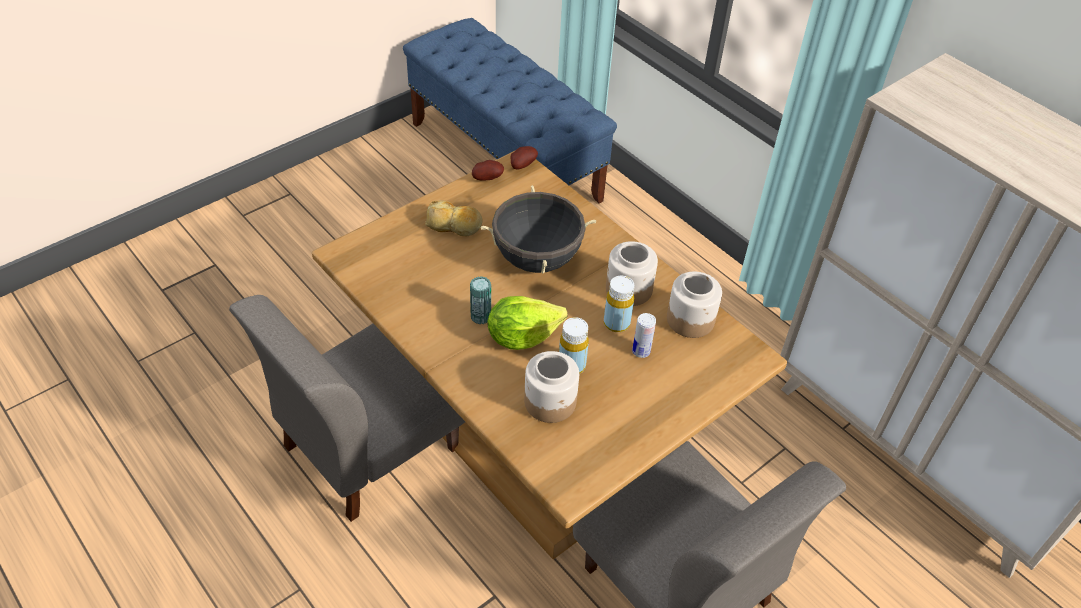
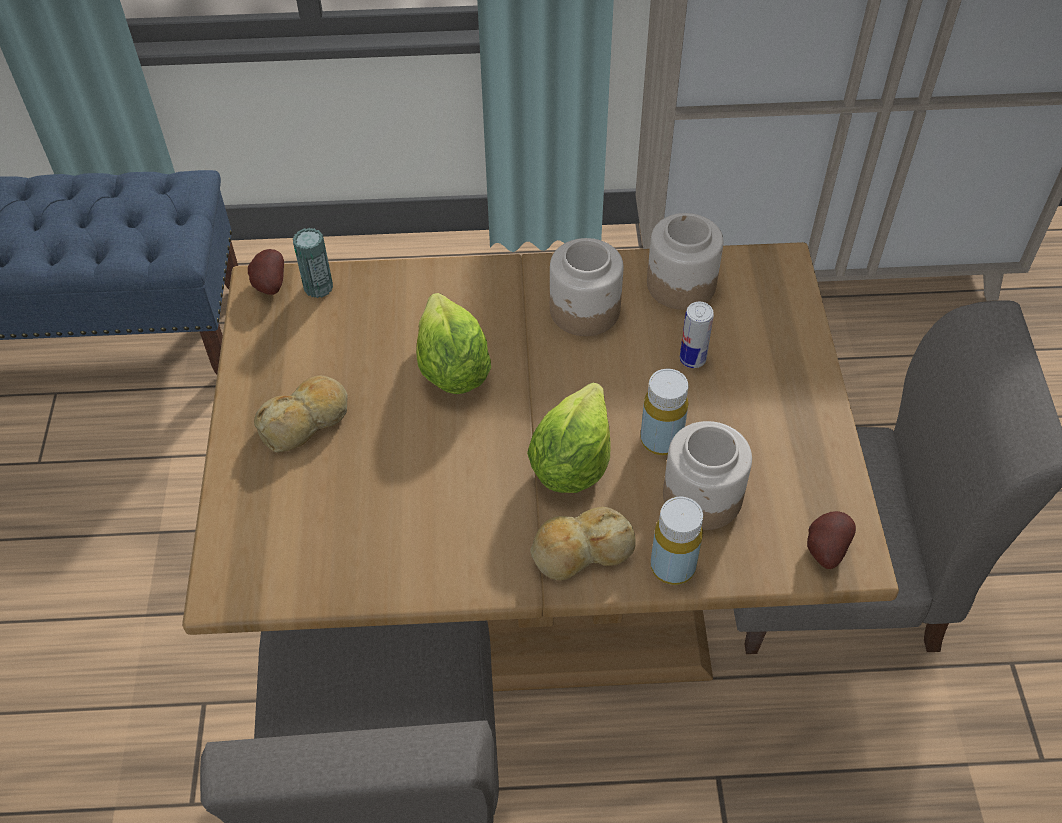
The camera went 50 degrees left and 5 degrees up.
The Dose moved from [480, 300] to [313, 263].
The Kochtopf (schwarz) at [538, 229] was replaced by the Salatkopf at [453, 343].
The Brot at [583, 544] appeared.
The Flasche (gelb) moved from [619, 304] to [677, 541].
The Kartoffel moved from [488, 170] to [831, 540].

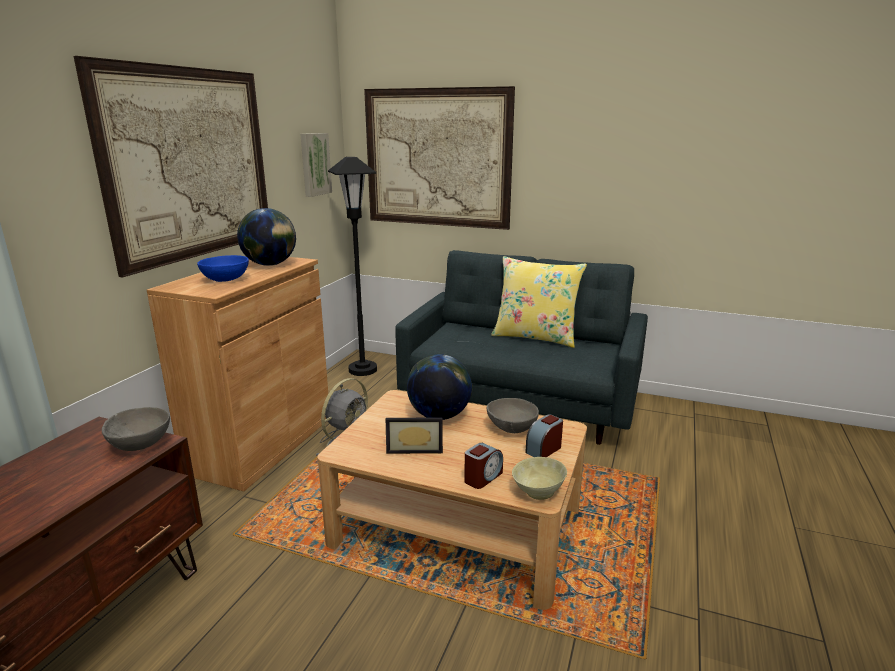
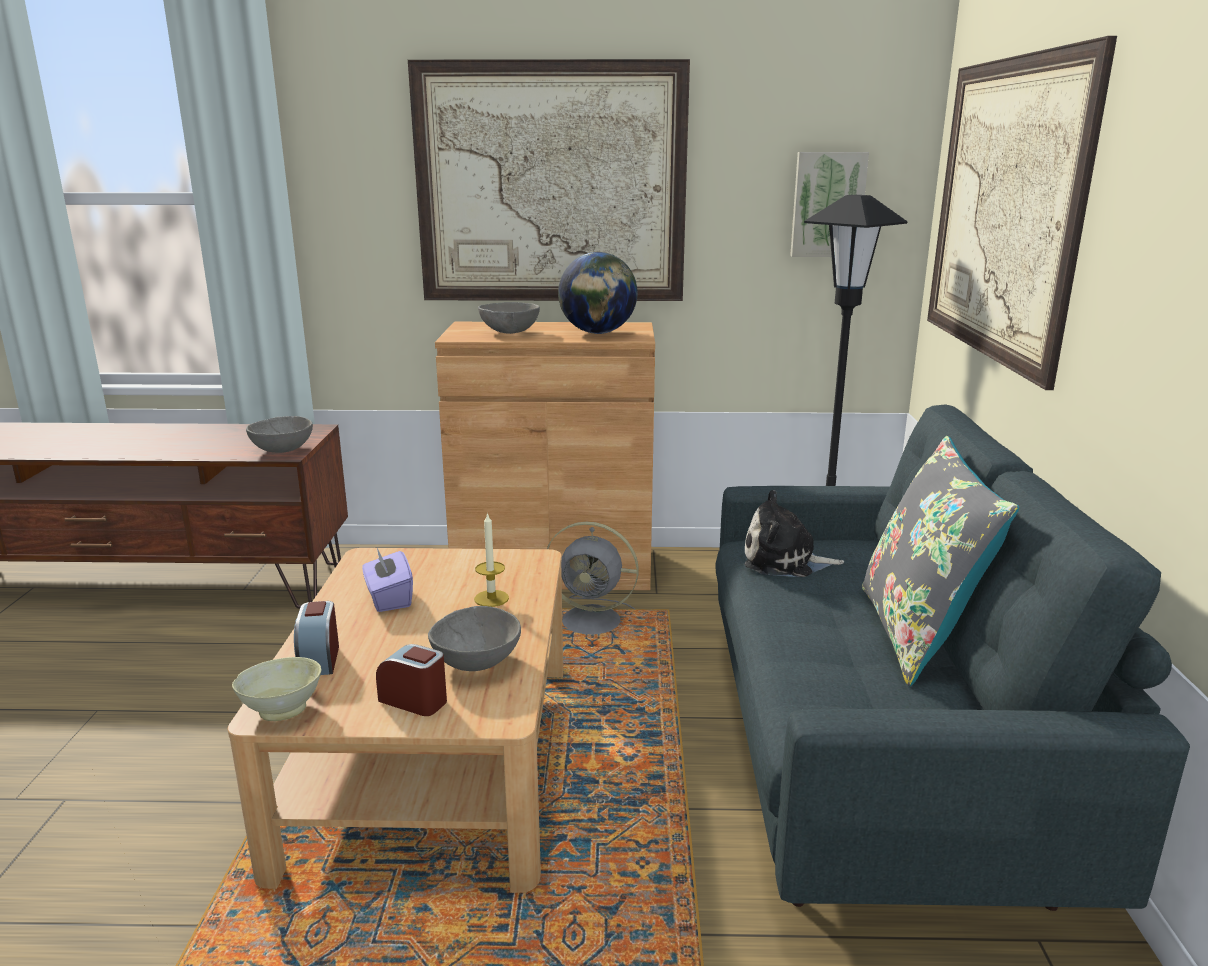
The camera went 70 degrees right and 0 degrees up.
The Wecker at [483, 466] turned 60 degrees clockwise.
The Bilderrahmen at [414, 435] was replaced by the Taschentuchbox (lila) at [387, 580].
The Globus at [439, 387] was replaced by the Kerze at [491, 559].
The Schüssel (blau) at [223, 268] became the Schüssel (grau) at [509, 318].
The Plüschtier at [794, 533] appeared.
The Kissen (gelb) at [539, 302] became the Kissen (grau) at [940, 561].

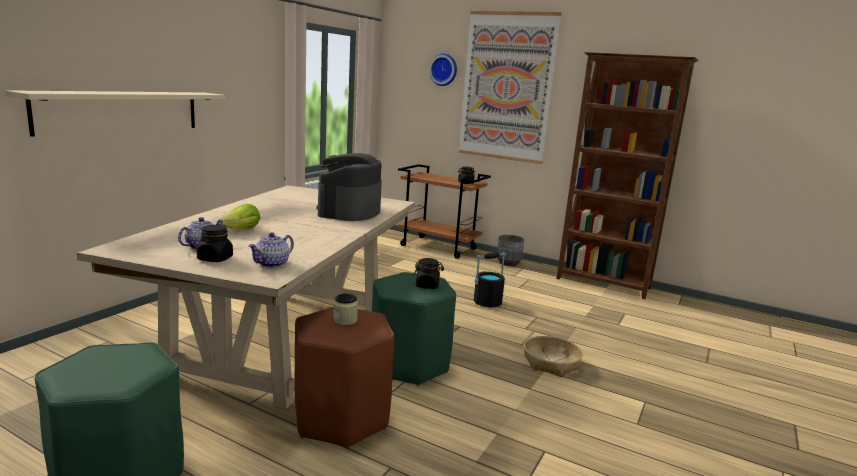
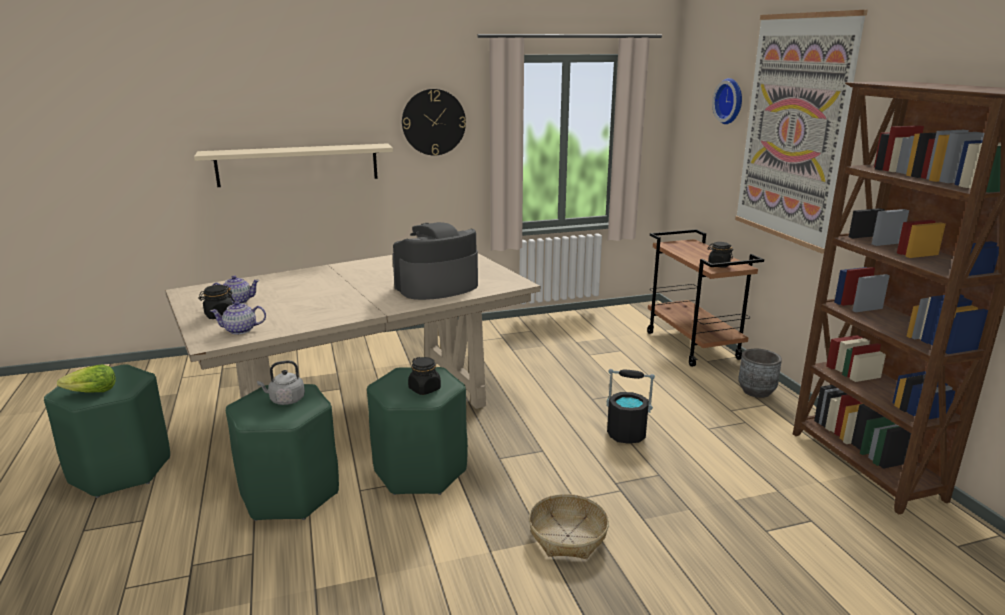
The camera went 45 degrees right and 5 degrees up.
The Salatkopf moved from [239, 216] to [86, 378].
The Hocker (braun) at [344, 377] became the Hocker (grün) at [282, 452].
The Vorratsglas at [345, 309] was replaced by the Wasserkessel (grau) at [281, 383].
The Wanduhr at [434, 122] appeared.

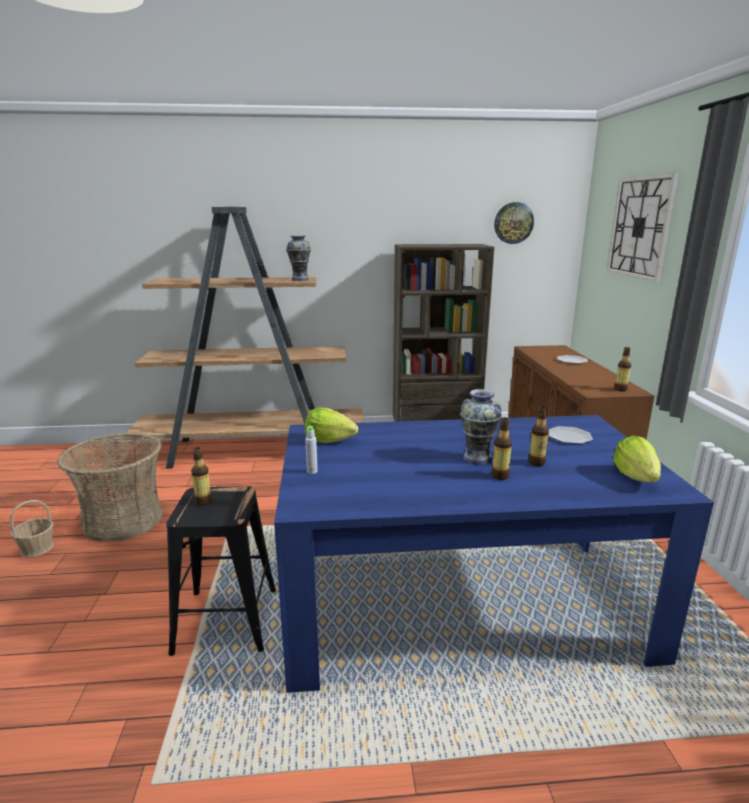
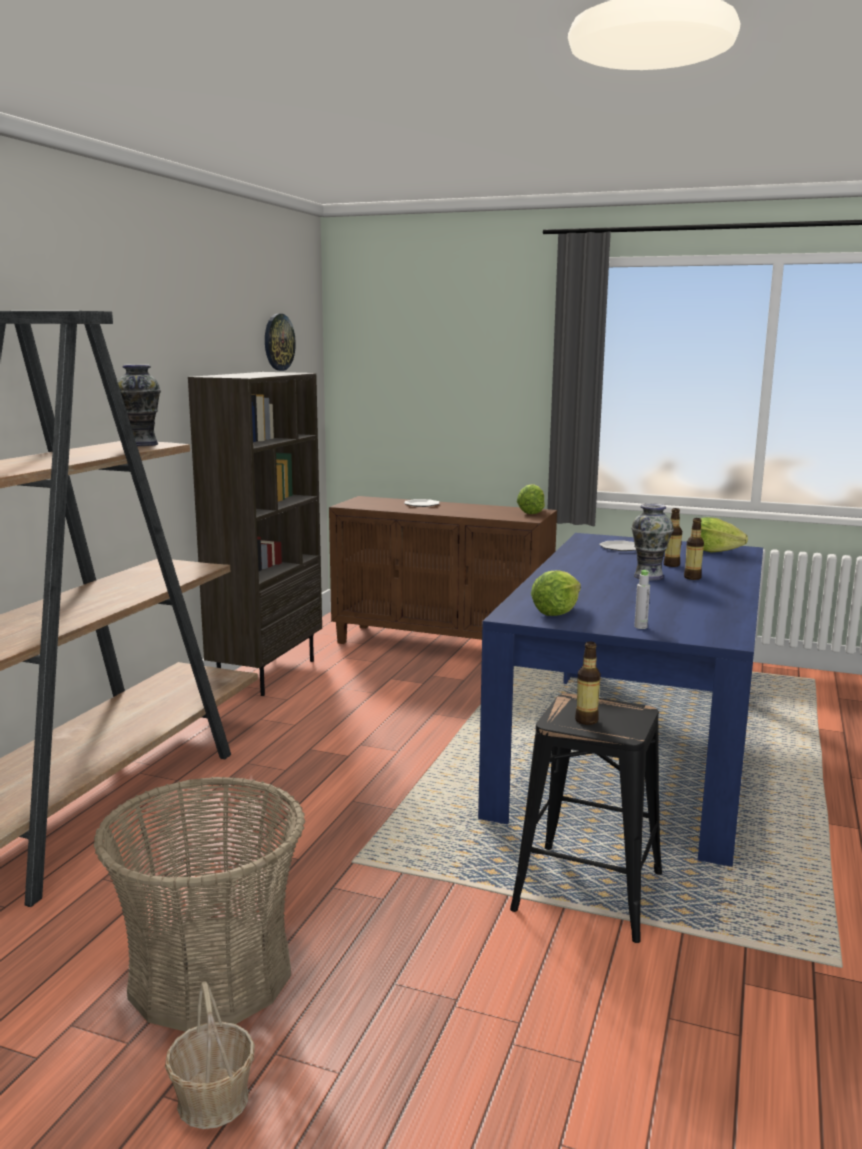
The camera went 65 degrees left and 5 degrees down.
The Flasche at [622, 369] was replaced by the Salatkopf at [531, 499].
The Wanduhr at [643, 227] disappeared.

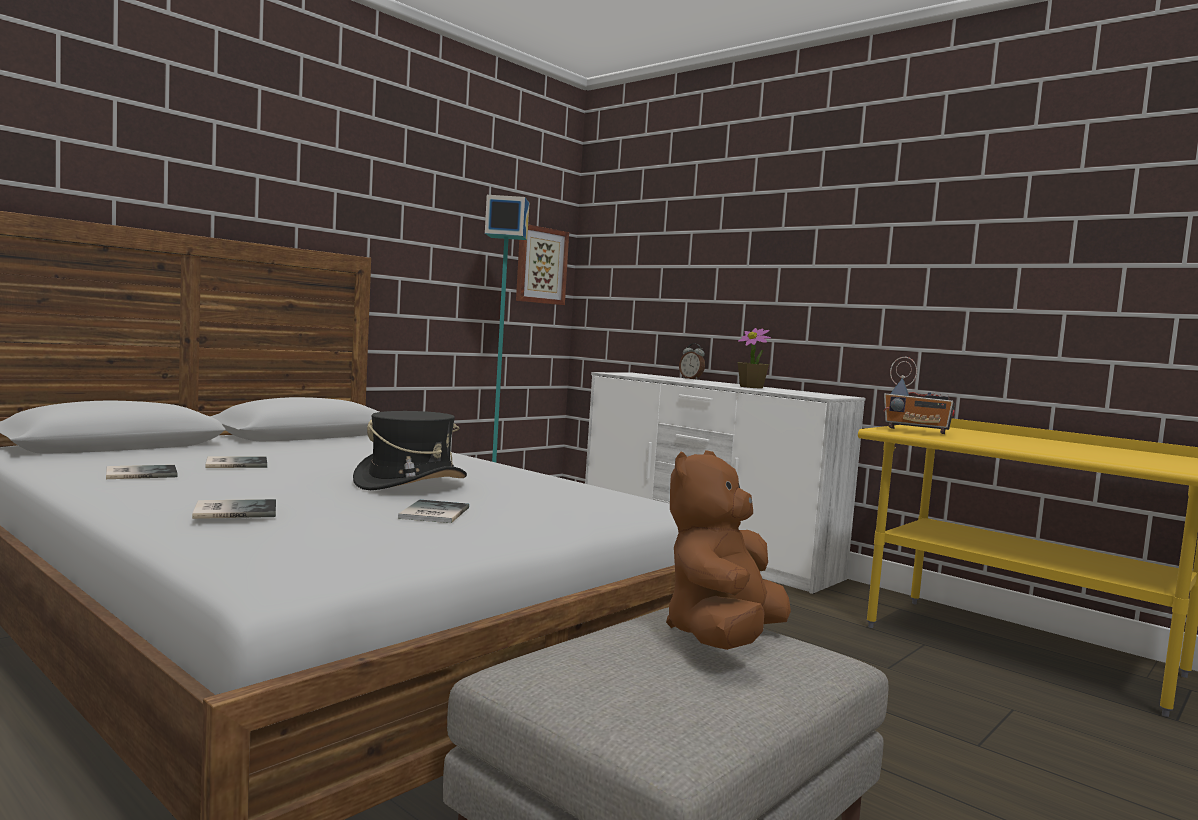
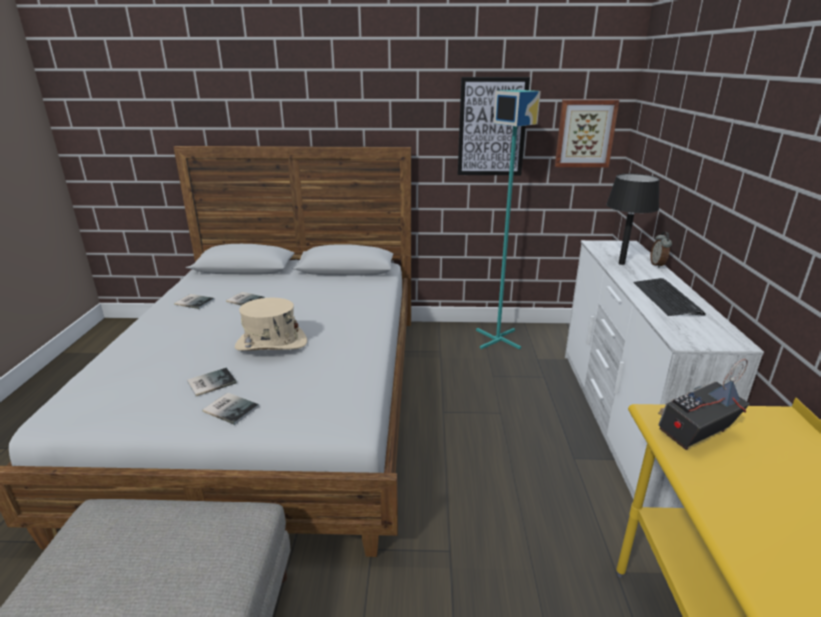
The camera went 50 degrees right and 20 degrees up.
The Buch moved from [234, 509] to [230, 409].
The Hut (schwarz) at [410, 450] became the Hut (beige) at [271, 324].
The Bild at [494, 126] appeared.
The Tischlampe (schwarz) at [633, 219] appeared.
The Topfpflanze at [754, 358] was replaced by the Tastatur at [670, 297].
The Radio at [919, 395] turned 75 degrees clockwise.
The Plüschtier (braun) at [728, 550] disappeared.

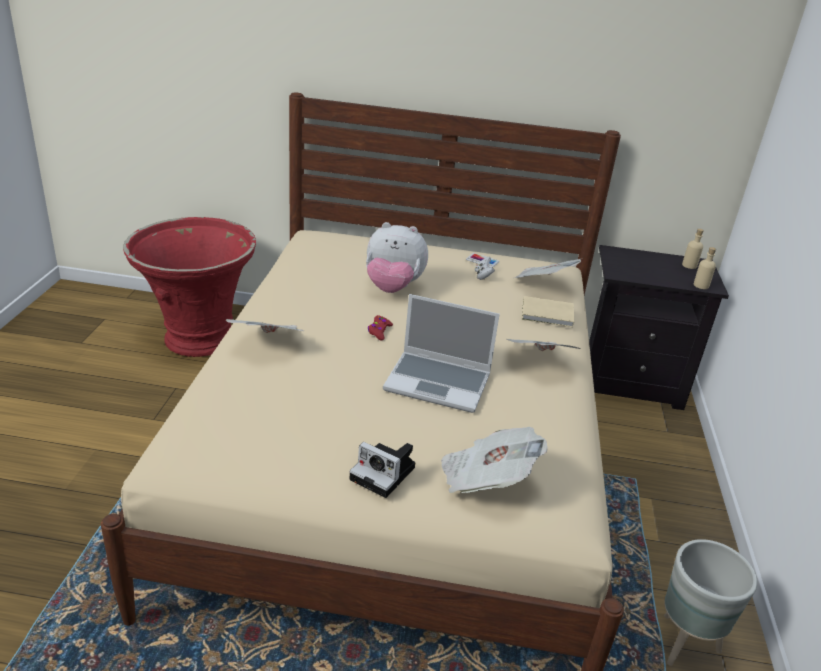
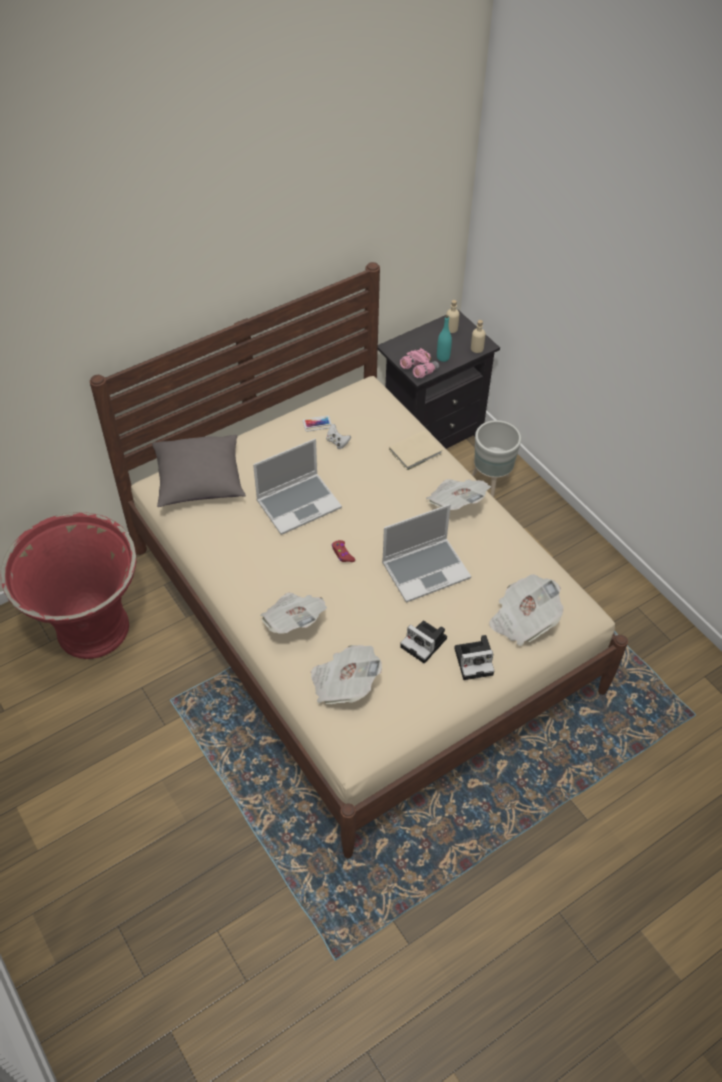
The camera went 40 degrees left and 20 degrees up.
The Kissen (grau) at [199, 471] appeared.
The Plüschtier at [397, 257] was replaced by the Laptop at [297, 487].
The Zeitung moved from [548, 268] to [346, 674].
The Fernglas (rosa) at [419, 363] appeared.
The Kamera at [423, 641] appeared.
The Flasche (türkis) at [444, 338] appeared.
The Pflanzkübel (grau) moved from [711, 602] to [496, 458].

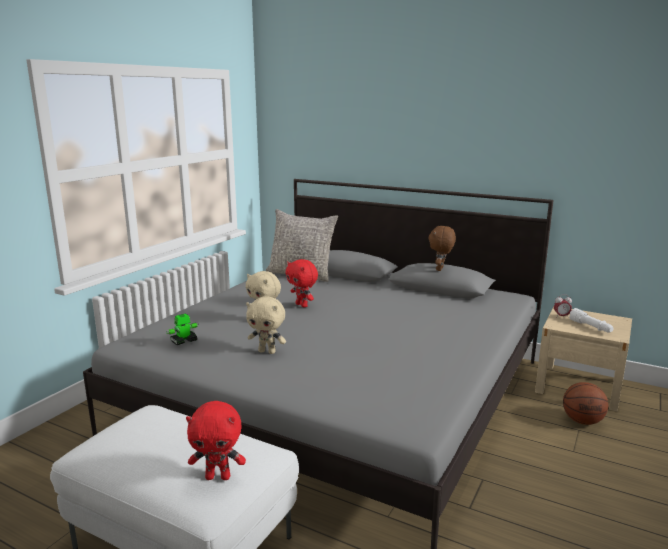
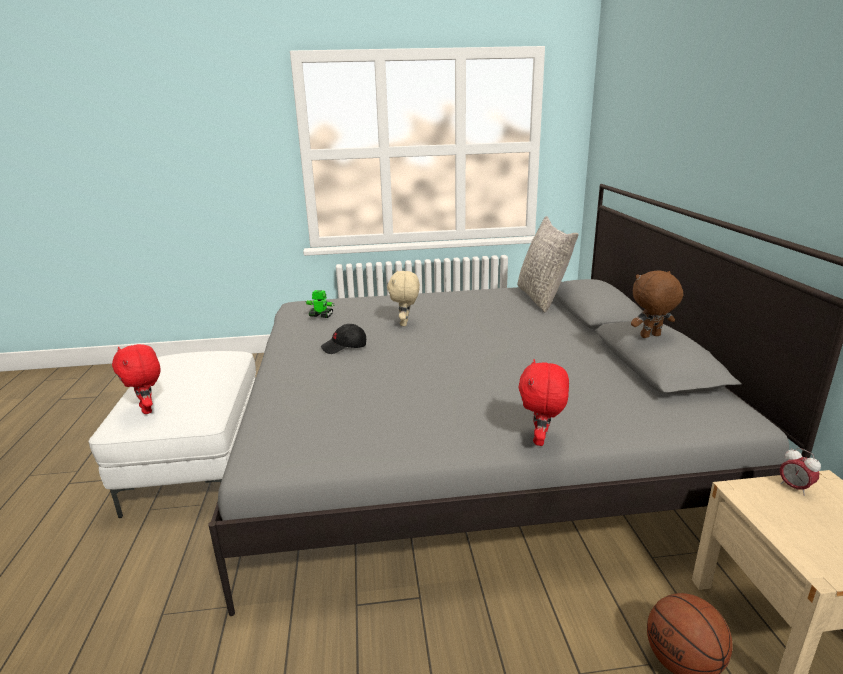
The camera went 55 degrees right and 5 degrees up.
The Plüschtier (beige) at [266, 325] was replaced by the Kappe (schwarz) at [343, 339].
The Plüschtier (rot) moved from [301, 283] to [543, 402].
The Taschenlampe (weiß) at [591, 320] disappeared.

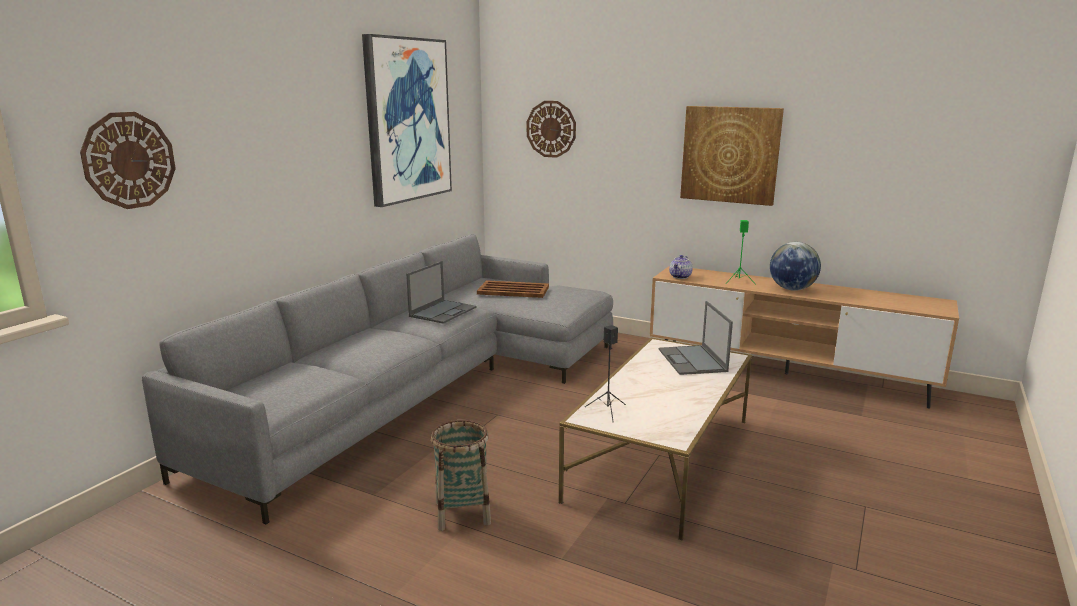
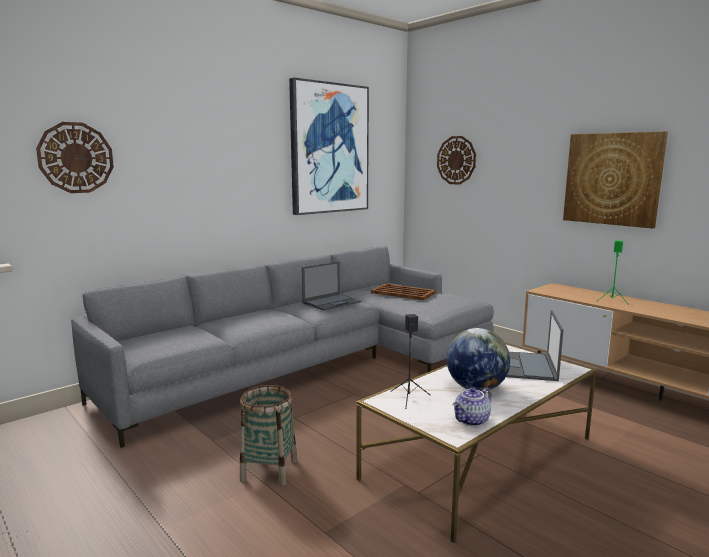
The camera went 20 degrees right and 5 degrees down.
The Globus moved from [795, 266] to [478, 360].
The Teekanne moved from [681, 267] to [472, 406].

